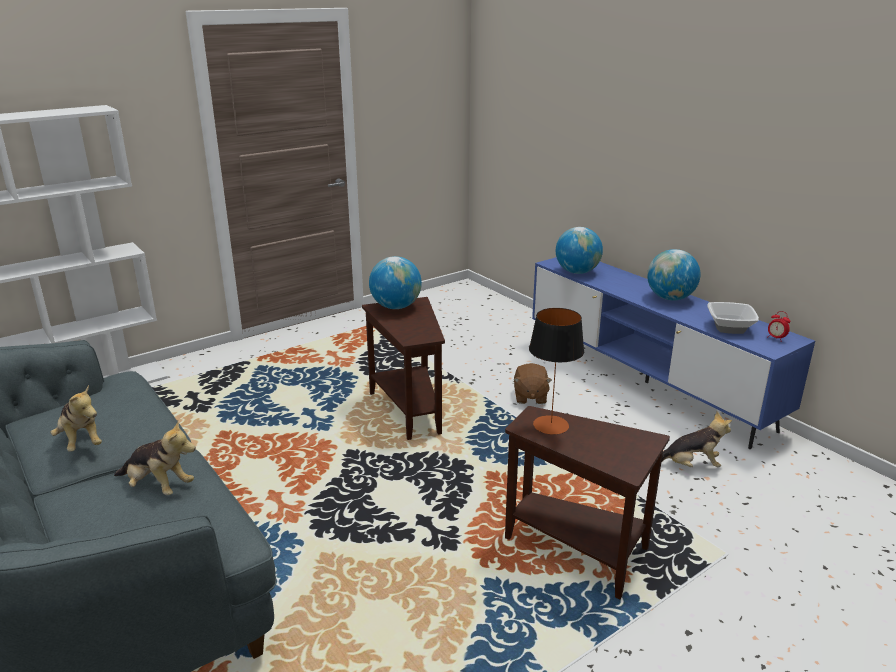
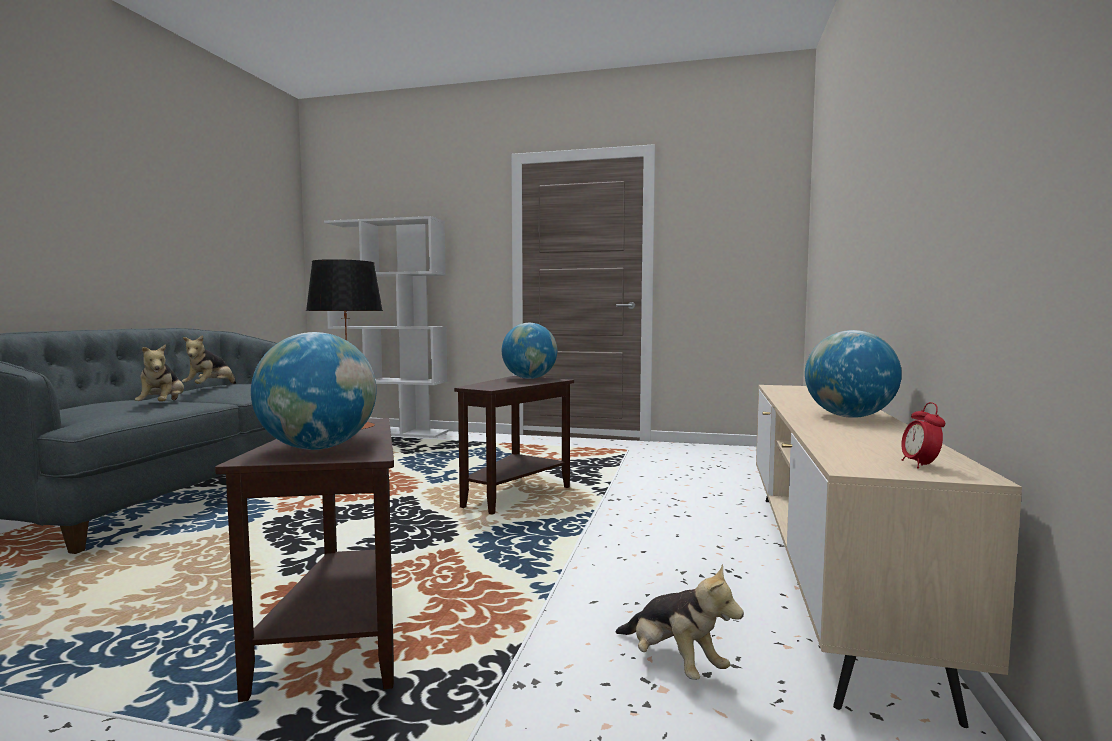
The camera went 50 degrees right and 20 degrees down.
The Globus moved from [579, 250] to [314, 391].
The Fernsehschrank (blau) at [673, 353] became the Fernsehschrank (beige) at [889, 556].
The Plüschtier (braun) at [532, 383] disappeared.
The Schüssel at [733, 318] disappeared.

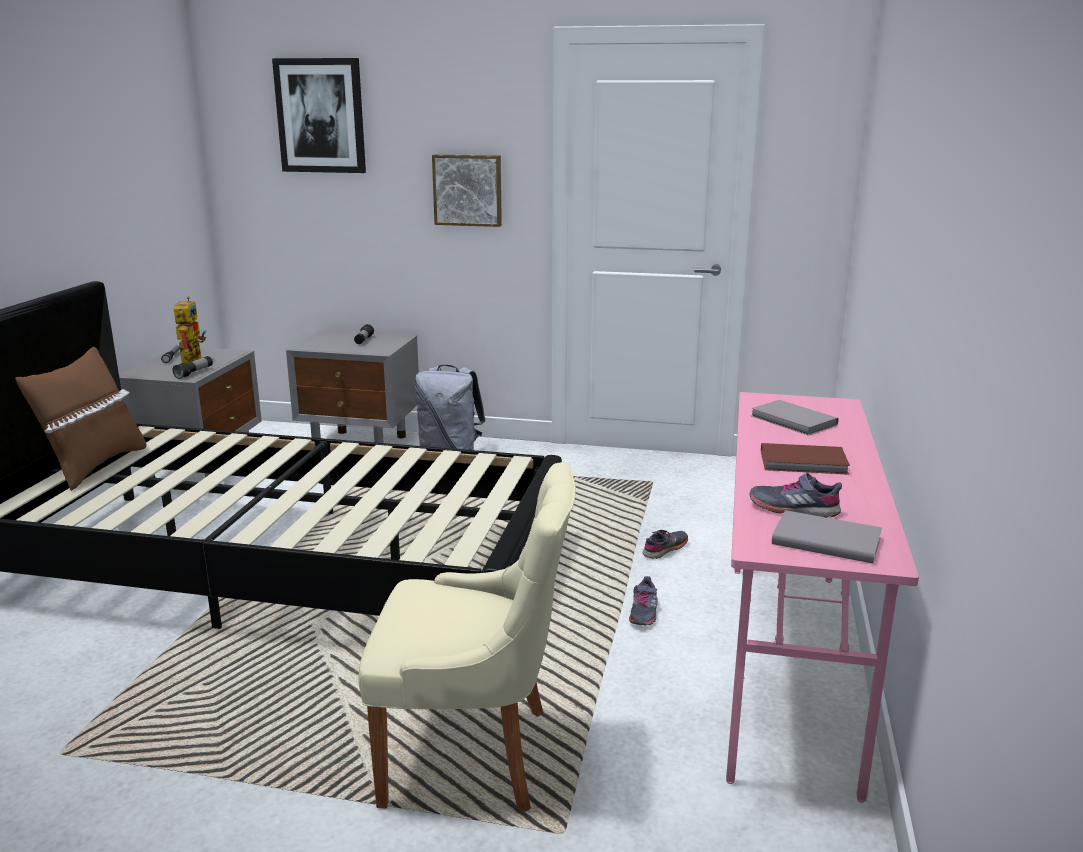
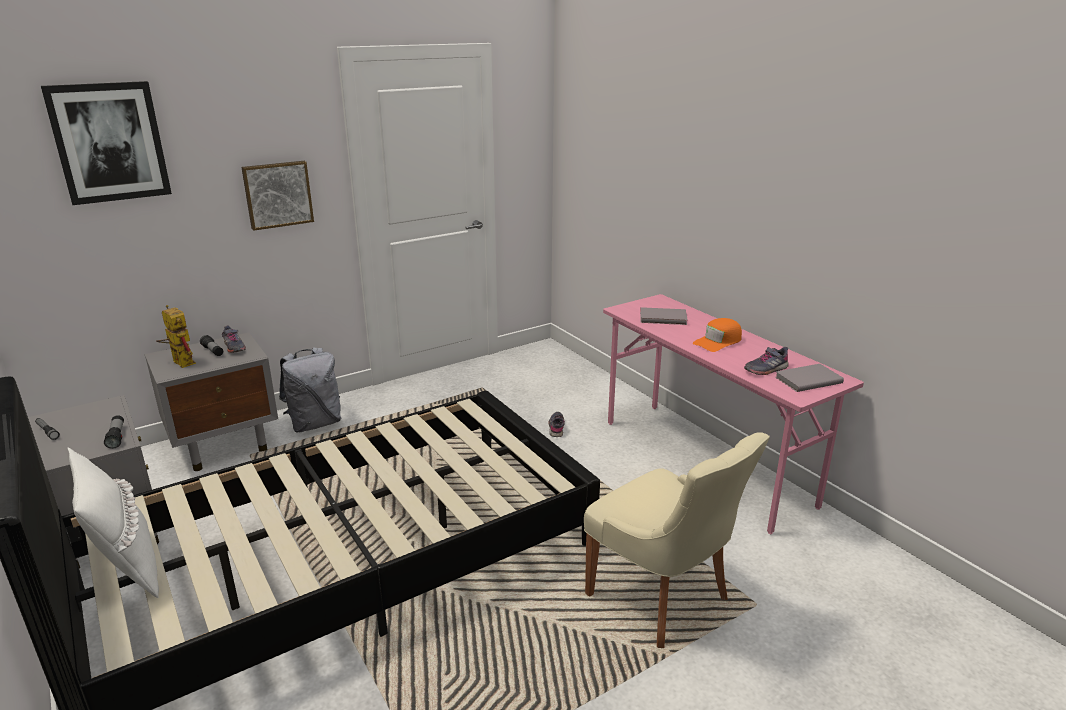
The camera went 45 degrees left and 5 degrees up.
The Kissen (braun) at [81, 419] became the Kissen (weiß) at [113, 522].
The Spielzeugroboter moved from [190, 330] to [176, 336].
The Schuh (grau) moved from [643, 601] to [234, 339].
The Stuhl (beige) at [467, 637] turned 90 degrees clockwise.
The Buch (braun) at [805, 459] was replaced by the Kappe (orange) at [717, 335].

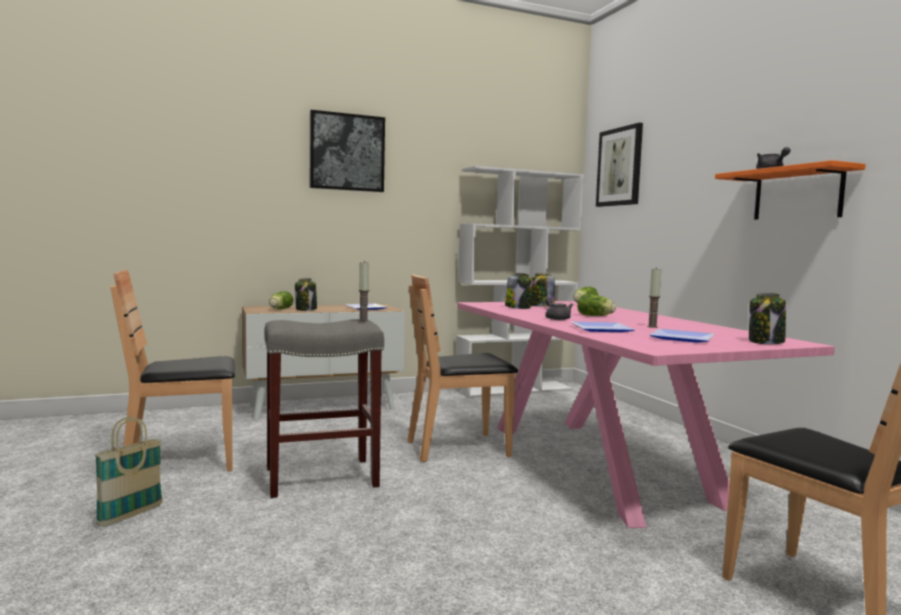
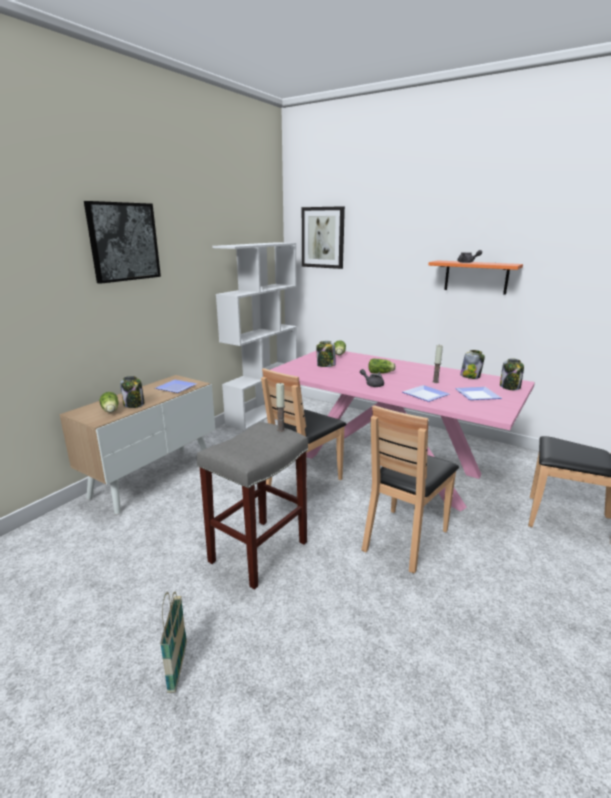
The camera went 35 degrees left and 15 degrees up.
The Stuhl (braun) moved from [172, 371] to [410, 489].
The Vorratsglas moved from [519, 291] to [472, 364].

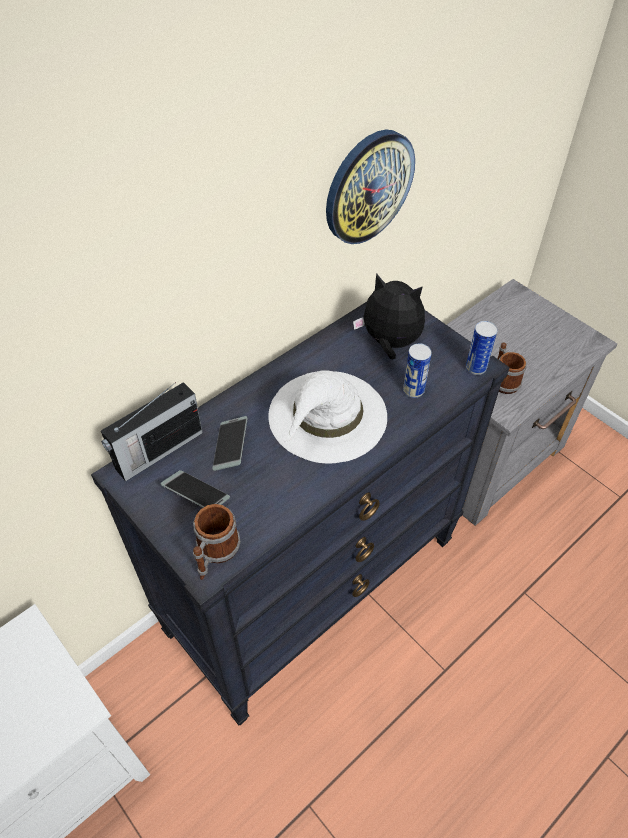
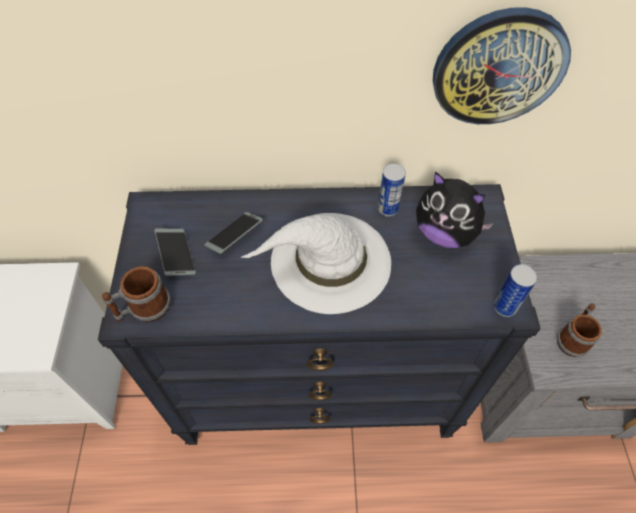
The camera went 40 degrees right and 5 degrees up.
The Dose moved from [417, 371] to [392, 190].
The Plüschtier at [389, 316] turned 150 degrees clockwise.
The Radio at [152, 432] disappeared.

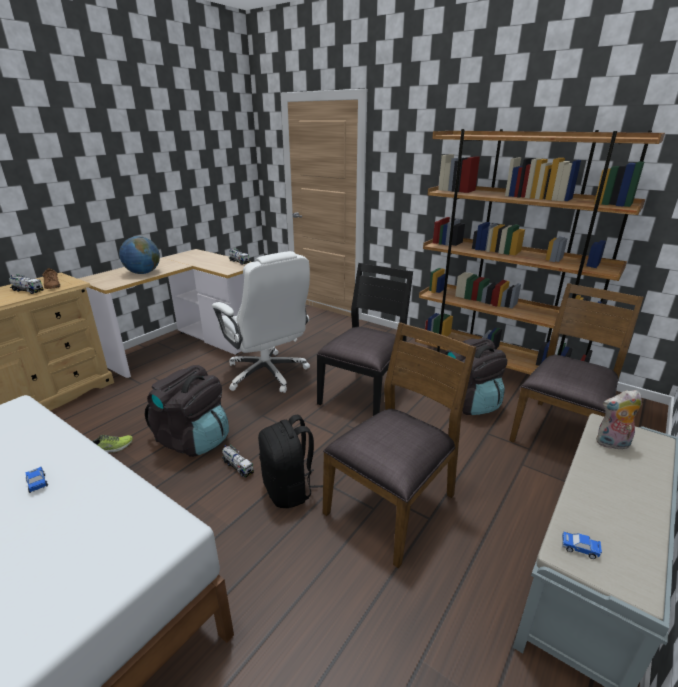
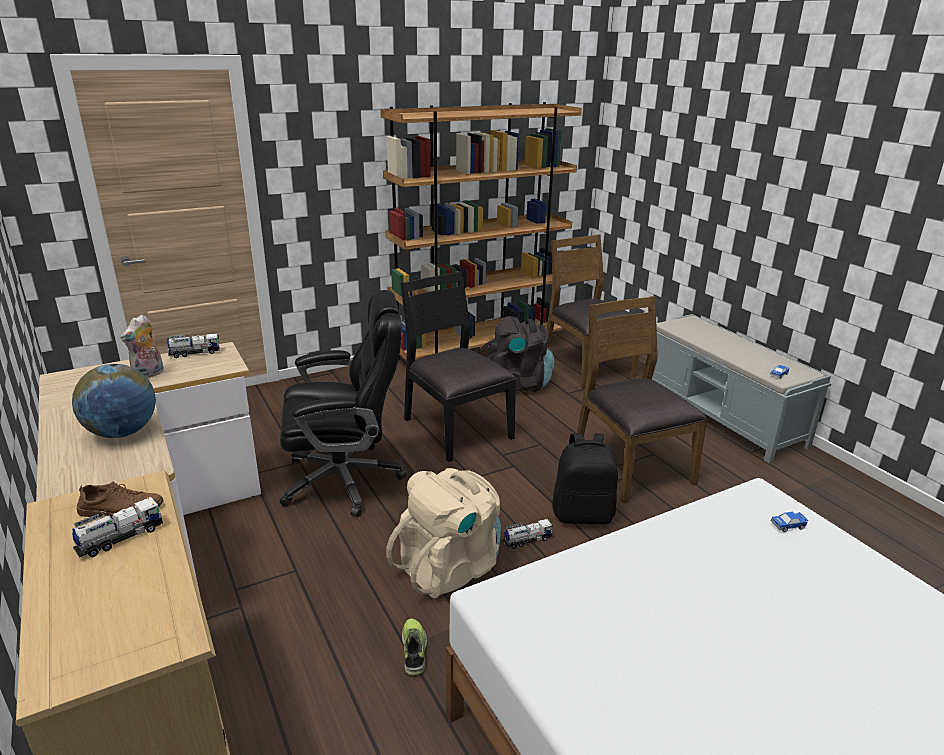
The camera went 65 degrees left and 0 degrees up.
The Plüschtier moved from [619, 419] to [142, 347].
The Bürostuhl (weiß) at [261, 322] became the Bürostuhl (schwarz) at [343, 403].
The Rucksack (schwarz) at [187, 411] became the Rucksack (beige) at [443, 533].
The Spielzeugauto moved from [36, 480] to [789, 522].

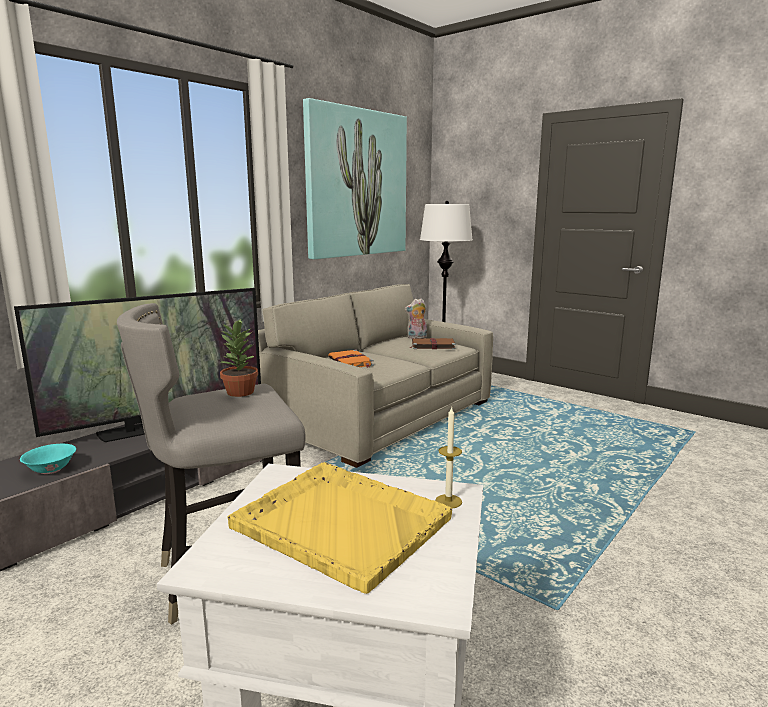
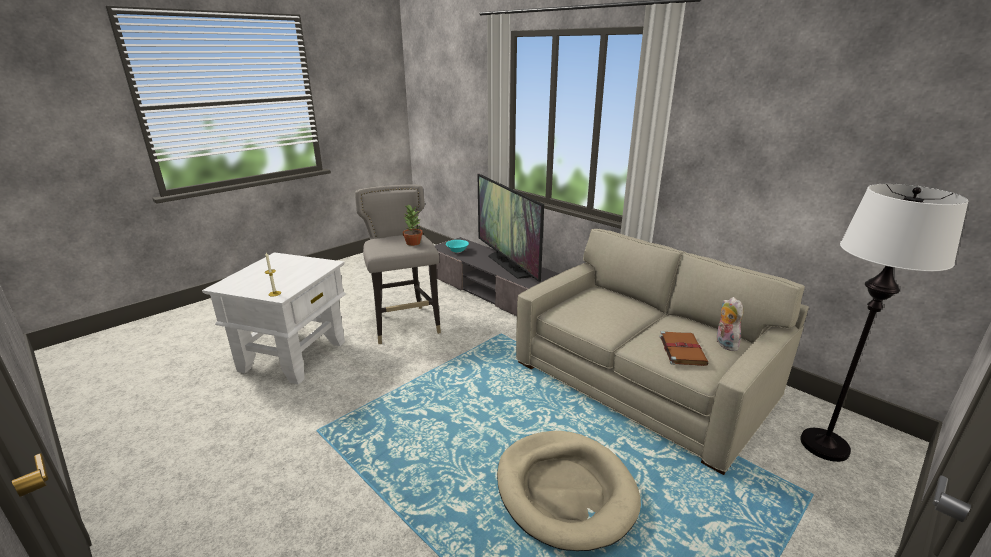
The camera went 95 degrees right and 10 degrees up.
The Hundebett (beige) at [569, 491] appeared.
The Tablett (gelb) at [339, 528] disappeared.
The Bild at [355, 178] disappeared.
The Buch (orange) at [351, 359] disappeared.

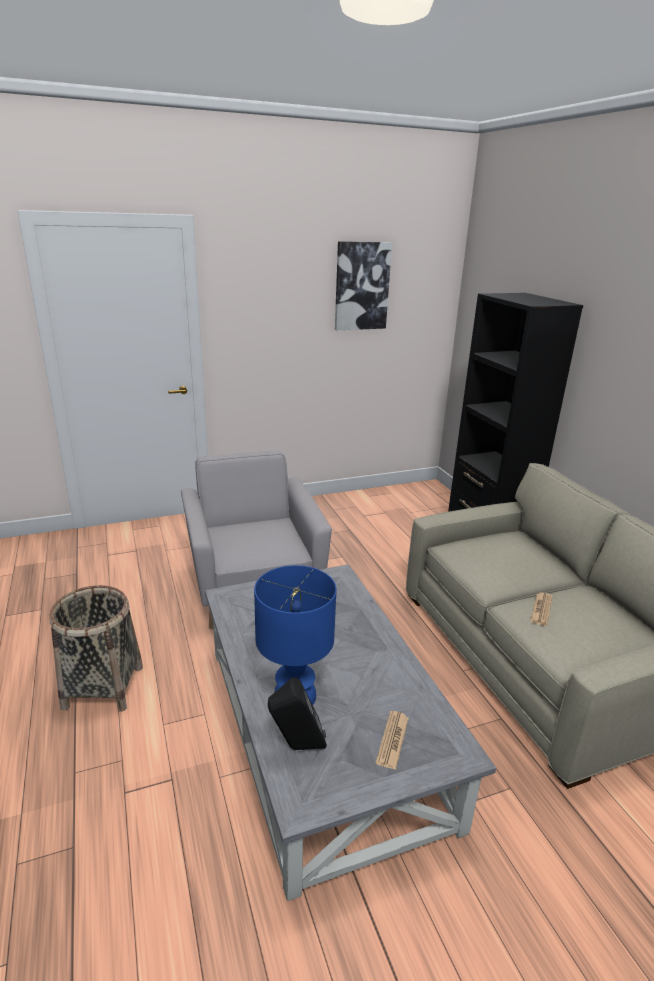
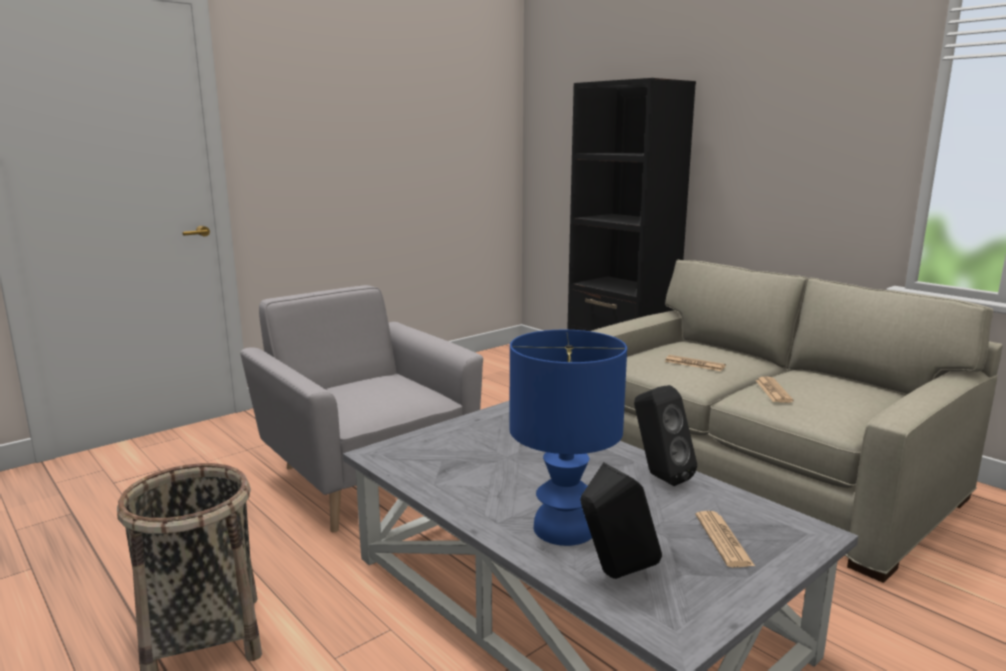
The camera went 20 degrees left and 10 degrees down.
The Lautsprecher (schwarz) at [665, 435] appeared.
The Zeitung at [695, 363] appeared.
The Bild at [363, 285] disappeared.

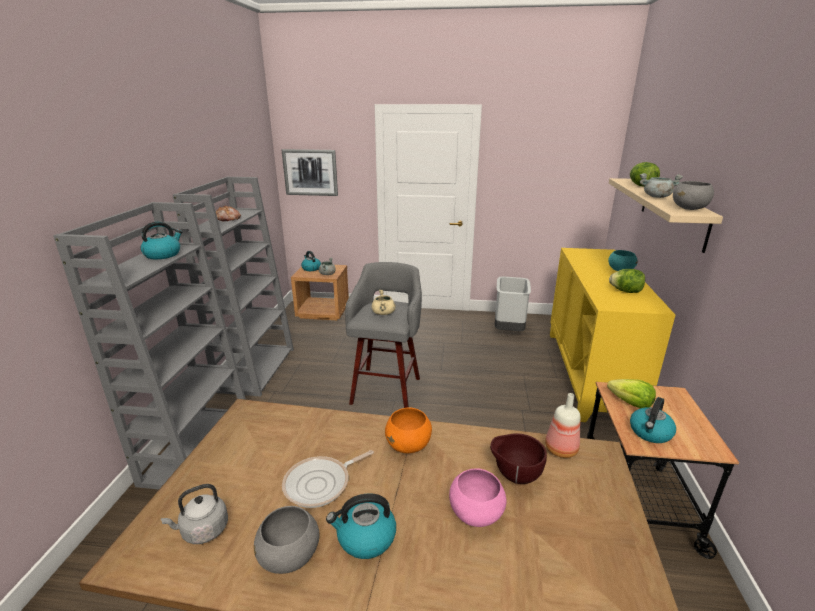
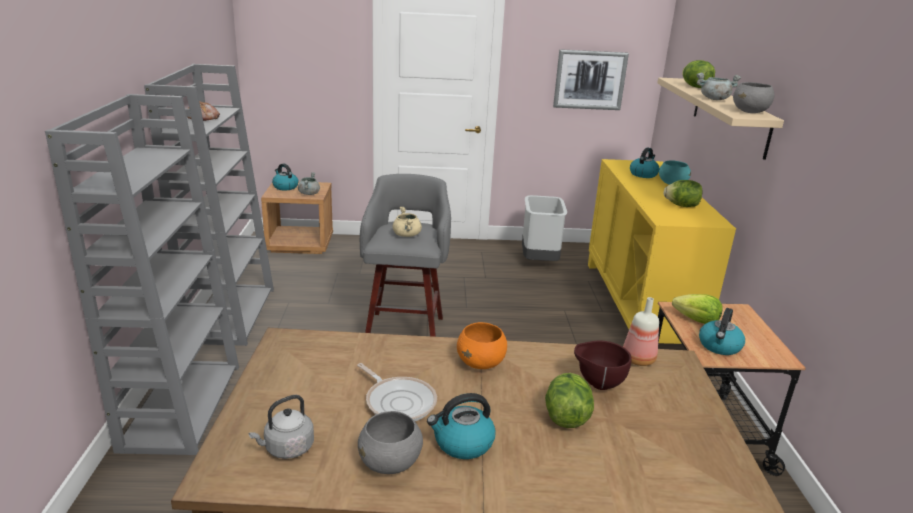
The camera went 10 degrees left and 0 degrees up.
The Pfanne at [328, 479] turned 90 degrees counterclockwise.
The Schüssel (rosa) at [477, 497] was replaced by the Salatkopf at [569, 400].
The Bild moved from [309, 172] to [591, 79].
The Wasserkessel moved from [161, 240] to [644, 163].

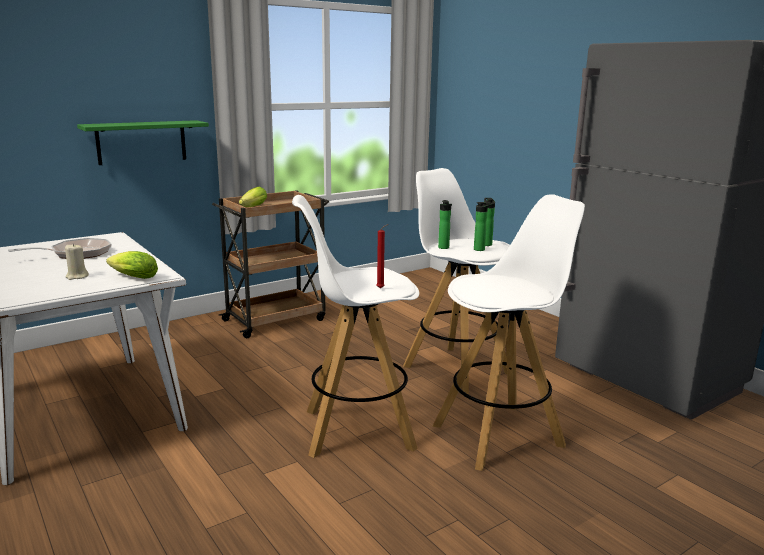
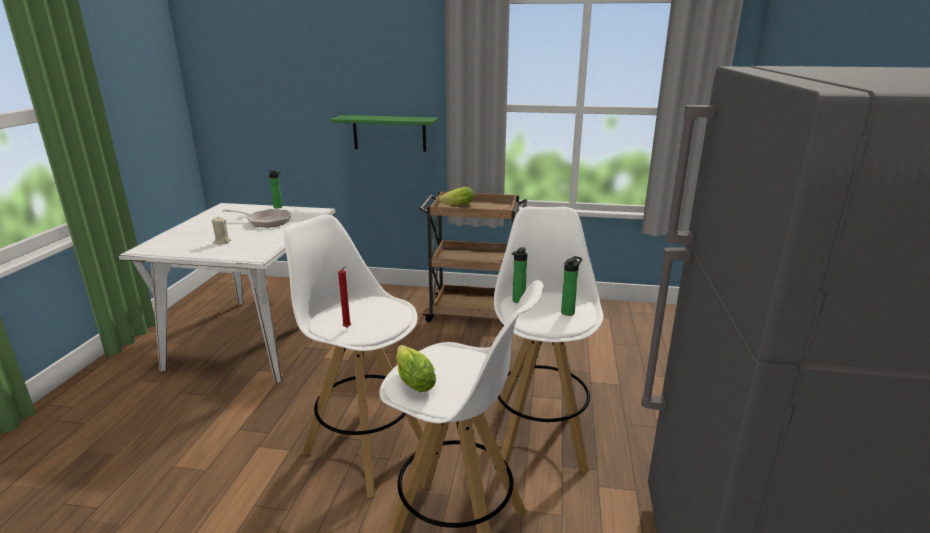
The camera went 45 degrees right and 5 degrees up.
The Flasche moved from [483, 226] to [276, 189].
The Salatkopf moved from [132, 265] to [416, 368].

